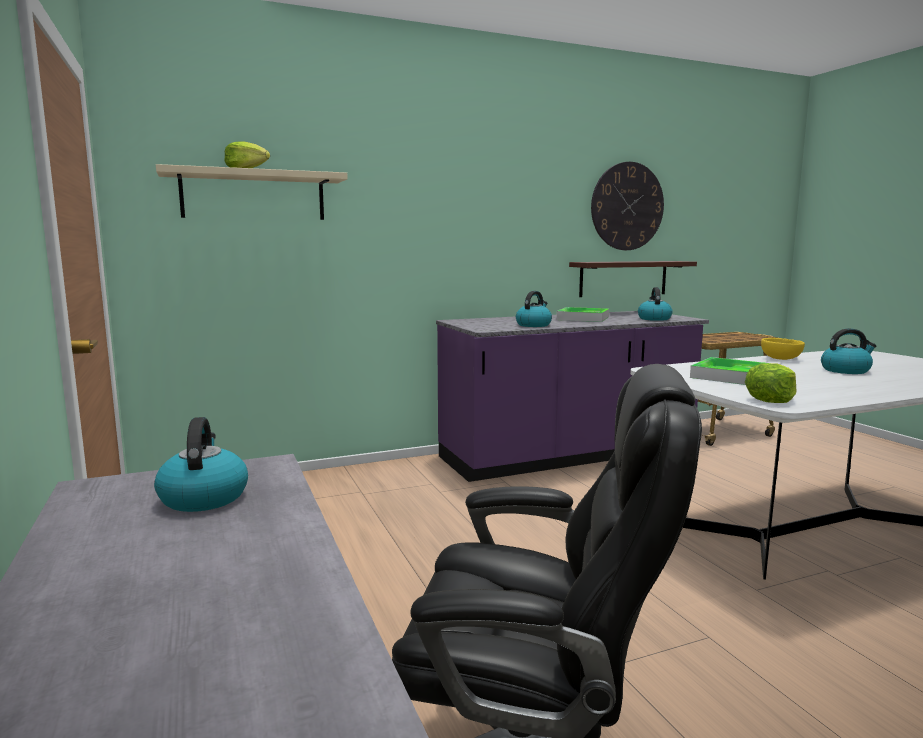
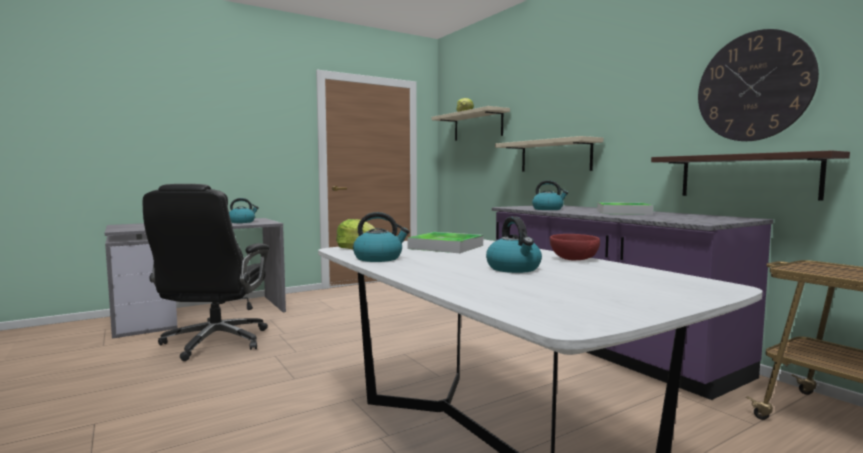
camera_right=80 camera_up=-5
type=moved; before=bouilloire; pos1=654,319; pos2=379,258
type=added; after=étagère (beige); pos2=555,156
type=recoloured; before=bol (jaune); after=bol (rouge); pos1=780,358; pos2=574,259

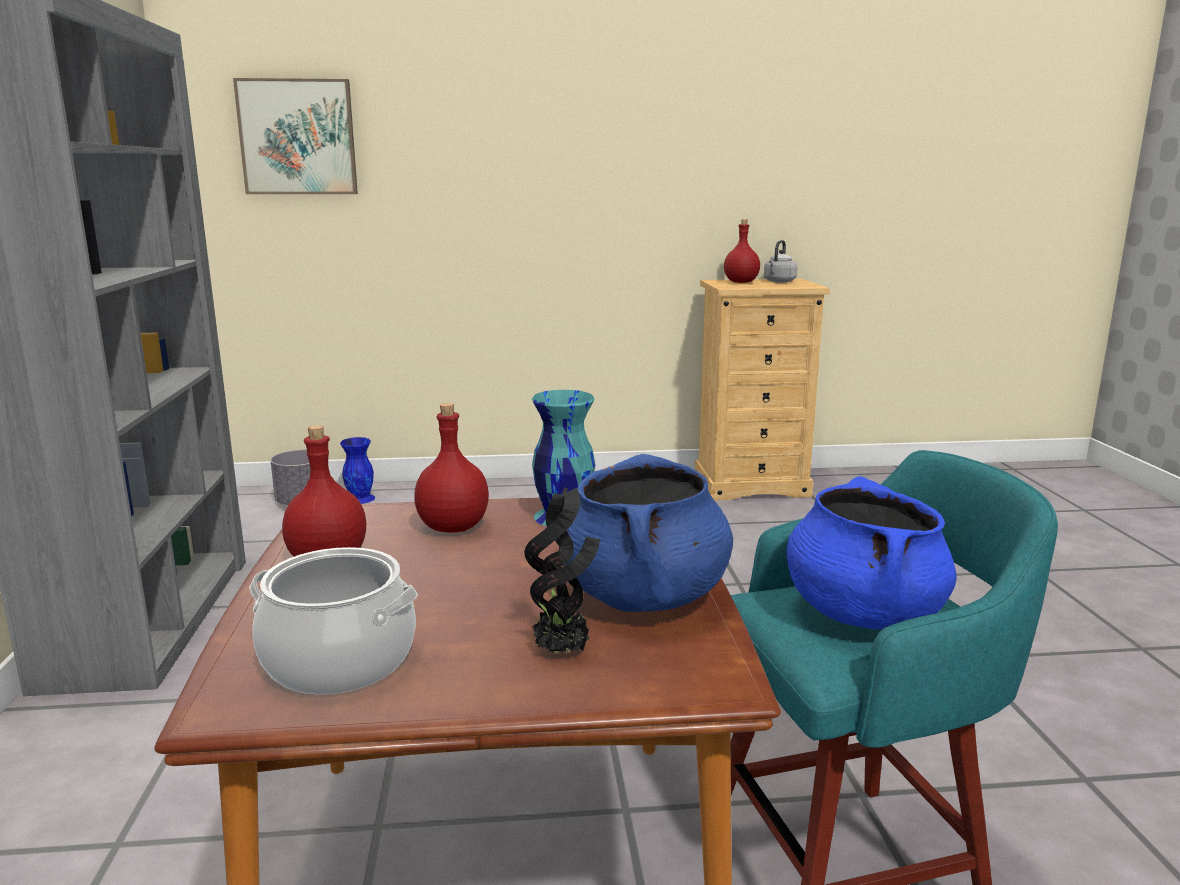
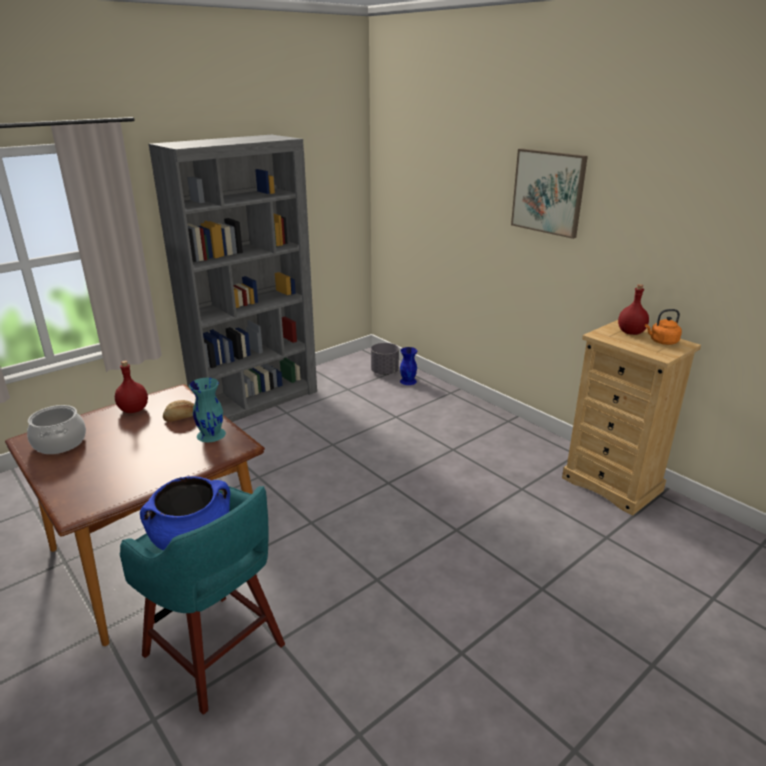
camera_right=55 camera_up=10
type=replaced; before=bouteille (rouge); after=pain; pos1=452,527; pos2=181,418
type=moved; before=tableau; pos1=298,137; pos2=548,192
type=recoloured; before=bouilloire (gris); after=bouilloire (orange); pos1=779,281; pos2=662,342
type=removed; before=plante en pot; pos1=563,652
type=removed; before=marmite (bleu); pos1=645,597

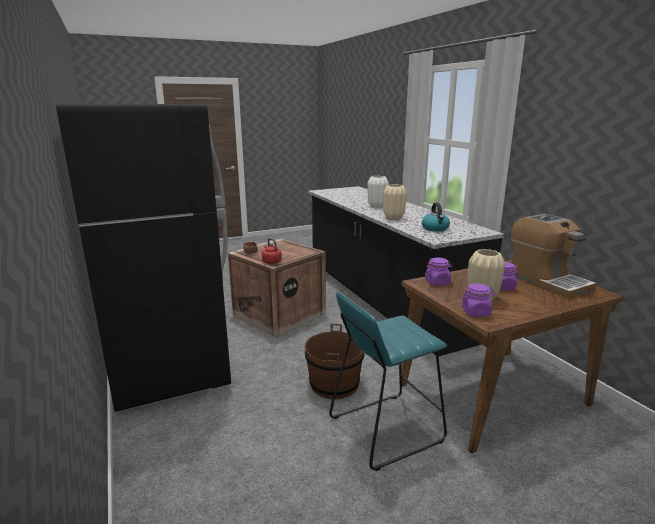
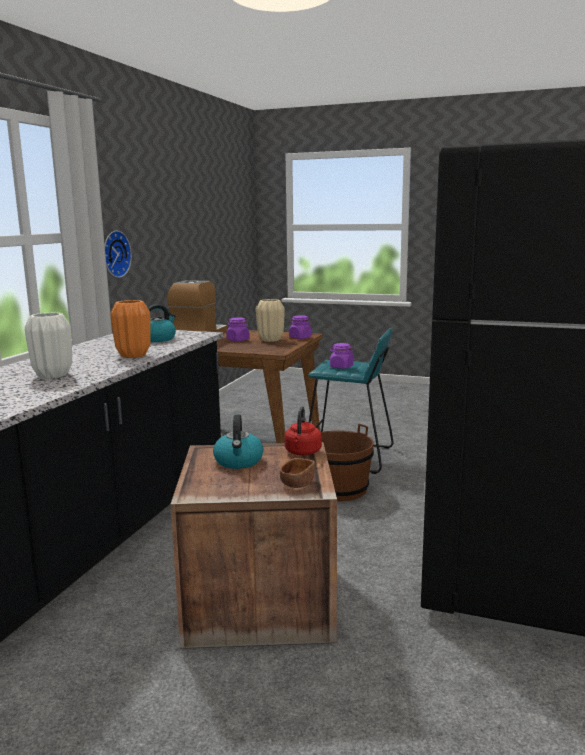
camera_right=-135 camera_up=-5
type=added; after=horloge murale; pos2=114,254
type=recoloured; before=vase (beige); after=vase (orange); pos1=393,218; pos2=134,355
type=added; after=bouilloire; pos2=239,461
type=moved; before=bocal (violet); pos1=437,282; pos2=341,367

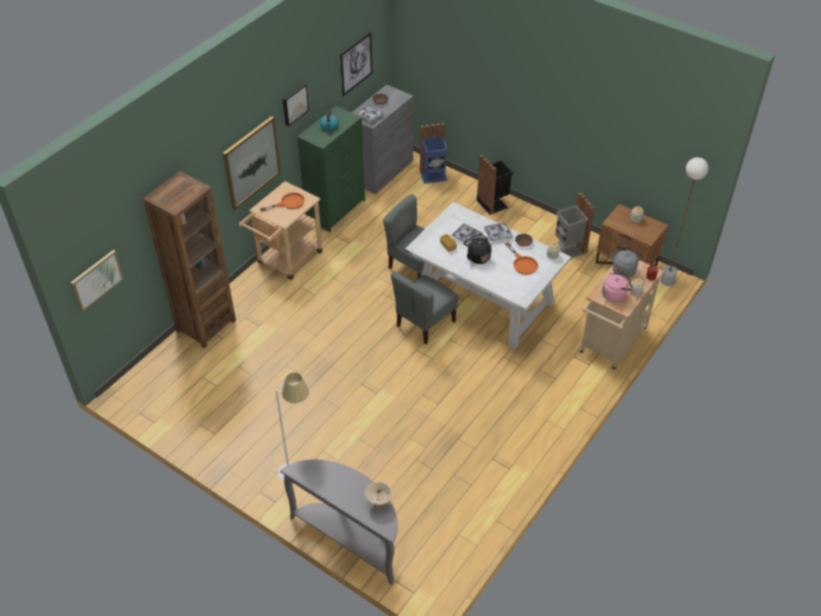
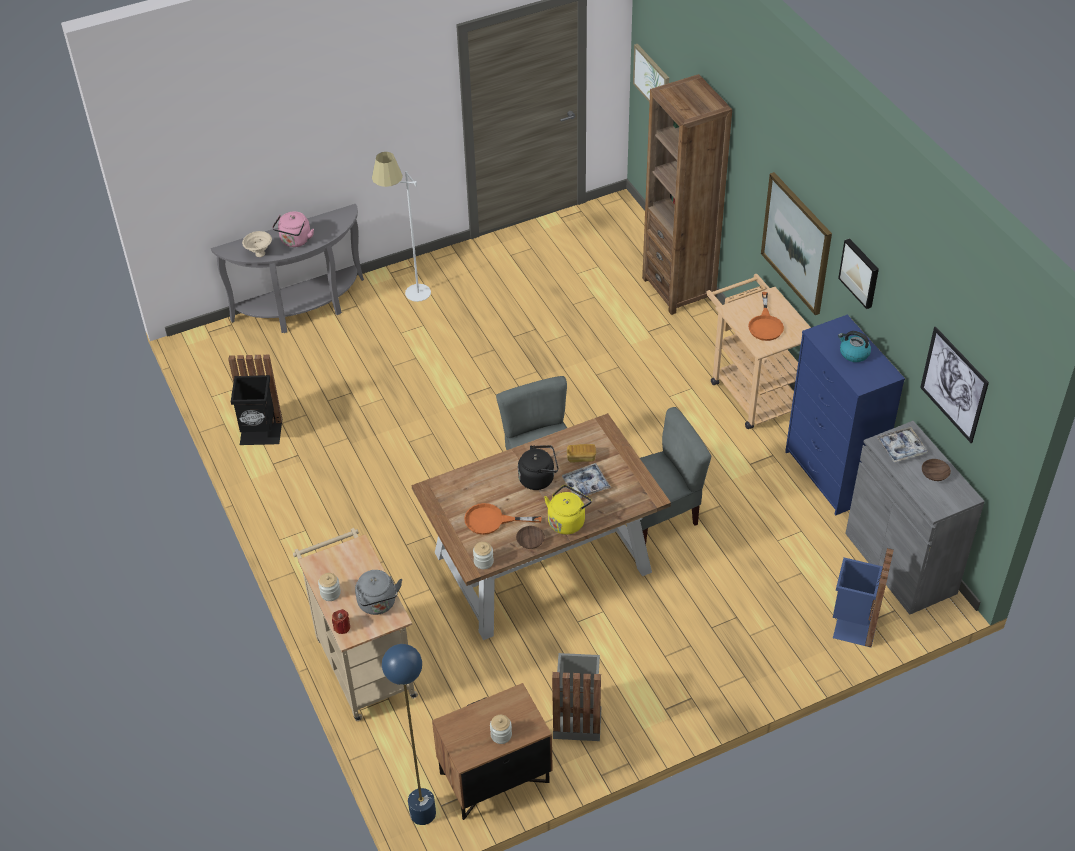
camera_right=120 camera_up=0
type=moved; before=poubelle (noir); pos1=493,203; pos2=261,433
type=moved; before=bouilloire (rose); pos1=615,295; pos2=295,241
type=recoloured; before=lampadaire (blanc); after=lampadaire (bleu); pos1=667,281; pos2=423,813
type=recoloured; before=table à manger (blanc); after=table à manger (marron); pos1=485,300; pos2=541,563
type=replaced; before=plateau; after=bouilloire (jaune); pos1=498,234; pos2=567,521
type=recoloured; before=commode (vert); after=commode (bleu); pos1=336,210; pos2=831,475

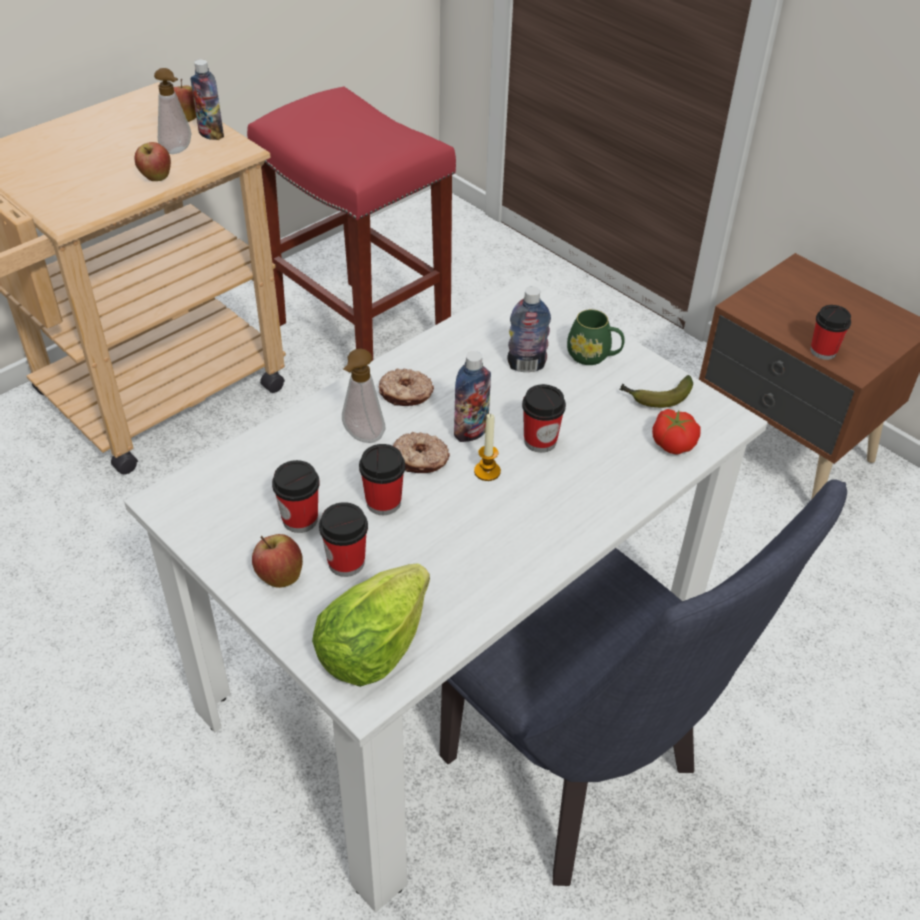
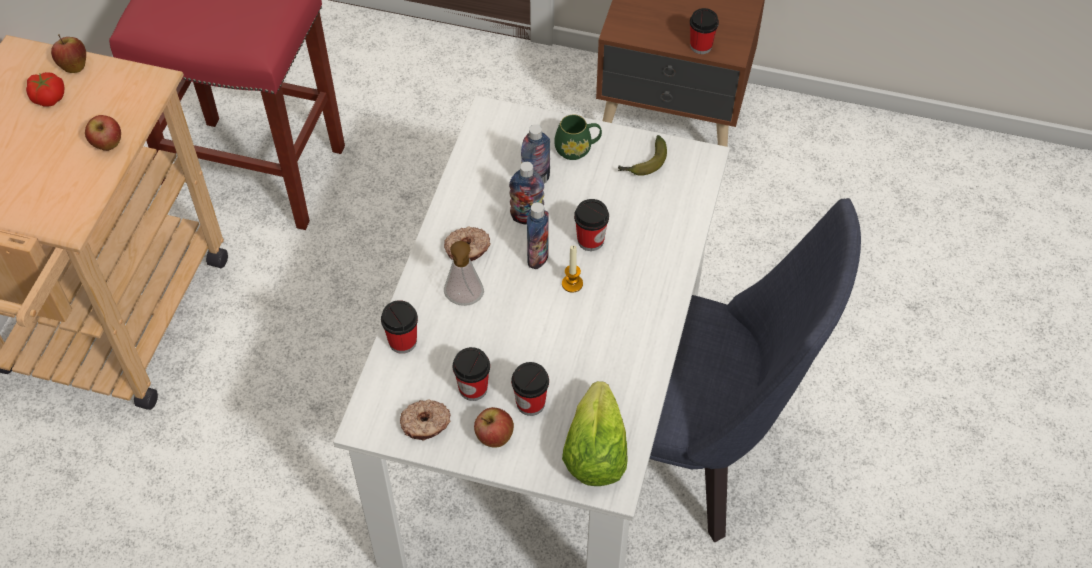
camera_right=-30 camera_up=10
type=moved; before=tomate; pos1=673,443; pos2=49,97
type=moved; before=tasse; pos1=383,502; pos2=402,342
type=moved; before=beignet; pos1=420,460; pos2=425,424
type=moved; before=bouteille; pos1=211,134; pos2=527,217
type=removed; before=distributeur de savon; pos1=179,151

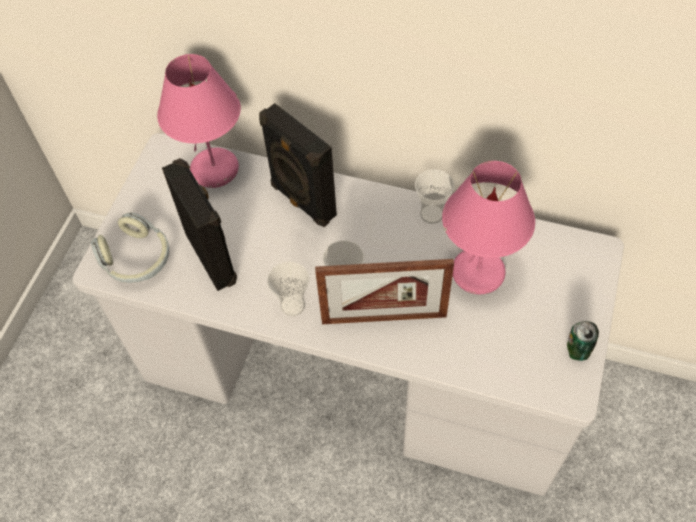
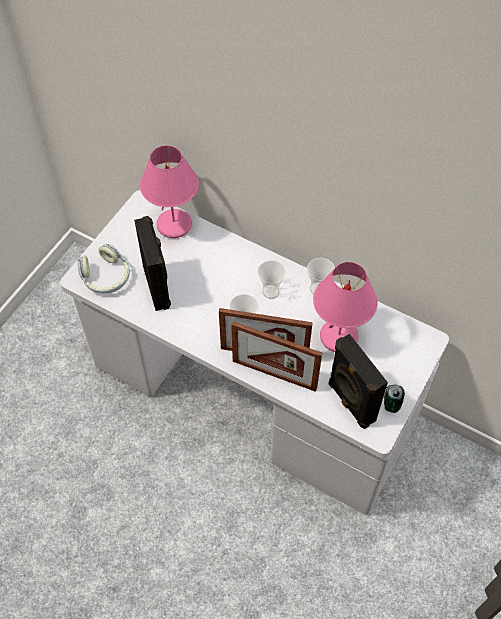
camera_right=10 camera_up=0
type=added; after=cadre photo; pos2=274,374
type=moved; before=tasse; pos1=292,305; pos2=270,291
type=moved; before=enceinte (noir); pos1=301,201; pos2=350,402

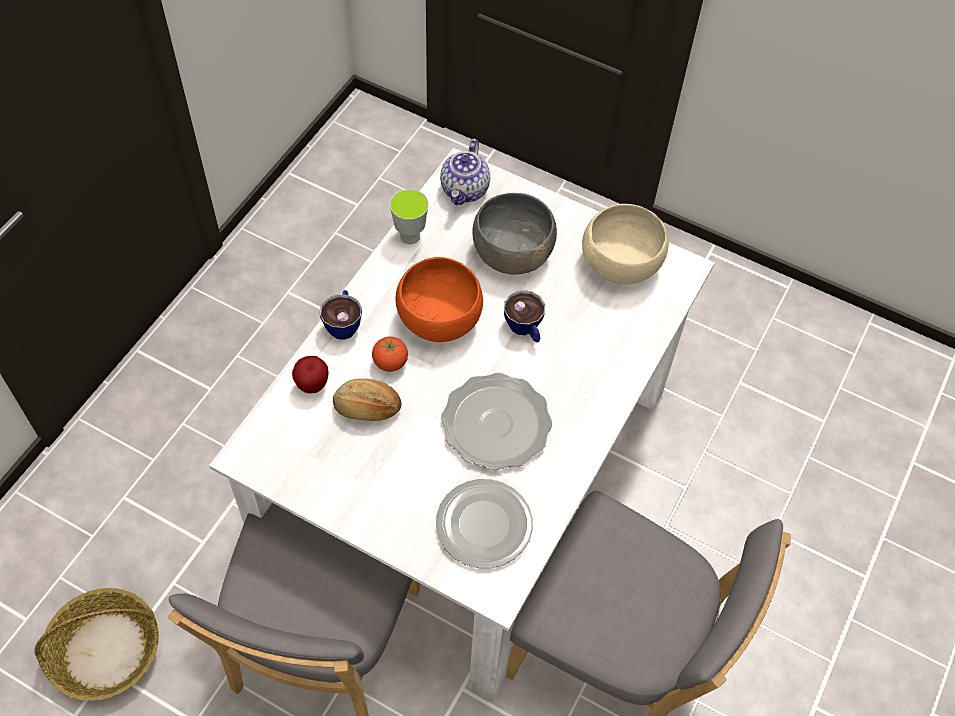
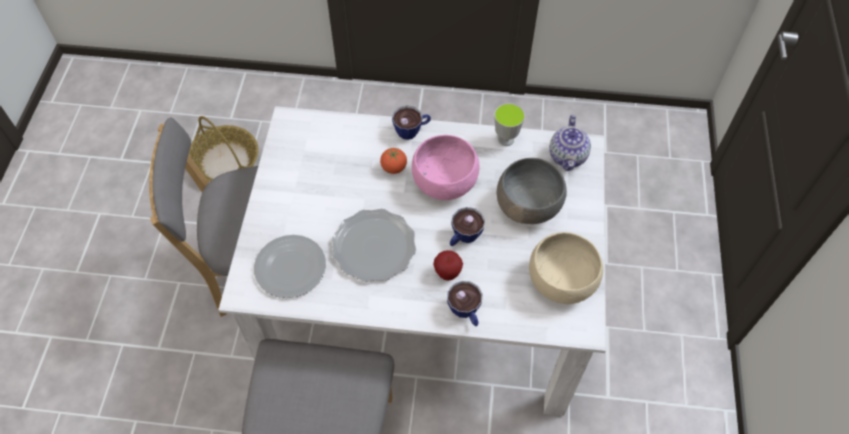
camera_right=70 camera_up=0
type=recoloured; before=bol (orange); after=bol (rose); pos1=439,318; pos2=445,182
type=moved; before=pomme; pos1=312,385; pos2=447,273
type=added; after=tasse; pos2=466,313
type=turned; before=théière; pos1=465,190; pos2=568,157; turn=-75
type=removed; before=pain; pos1=367,409

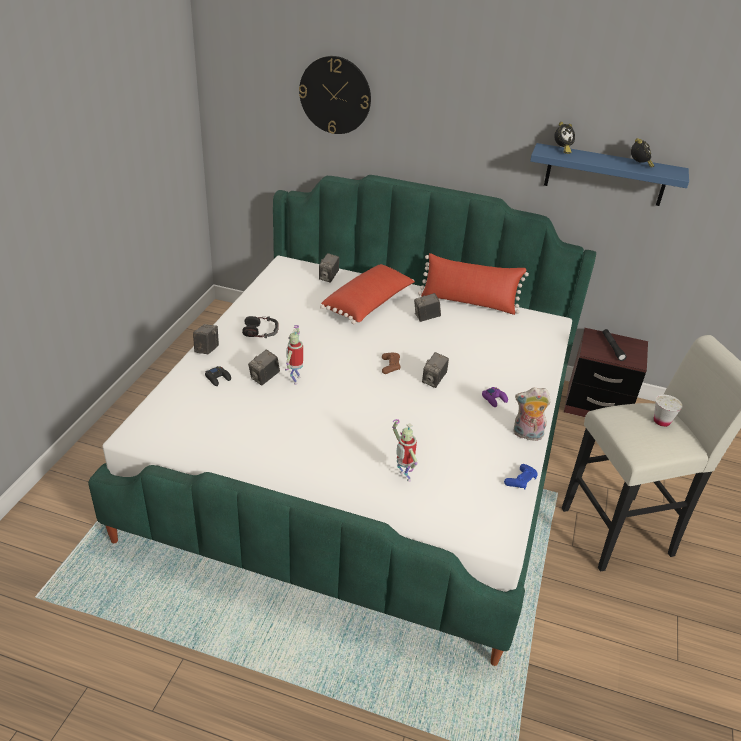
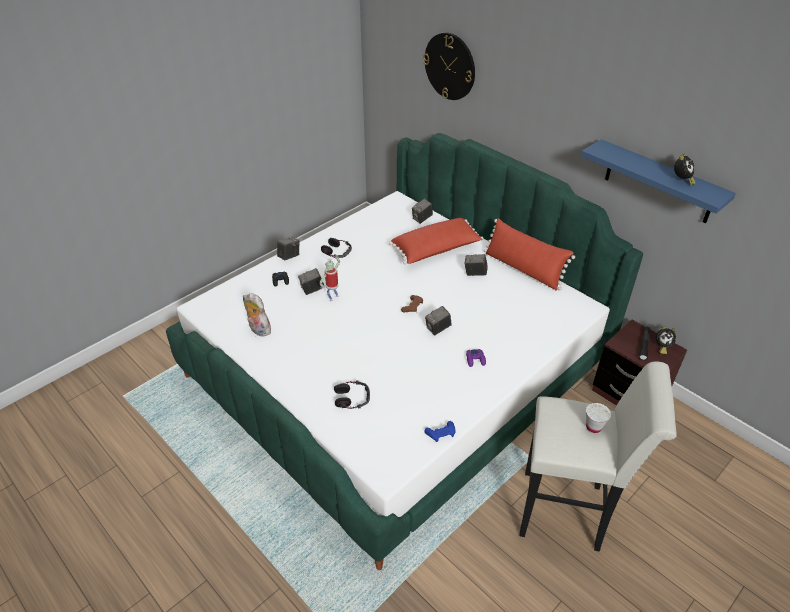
camera_right=30 camera_up=5
type=moved; before=peluche; pos1=526,435; pos2=258,330
type=replaced; before=robot jouet; after=casque audio; pos1=402,477; pos2=352,398
type=moved; before=réveil; pos1=561,150; pos2=661,347

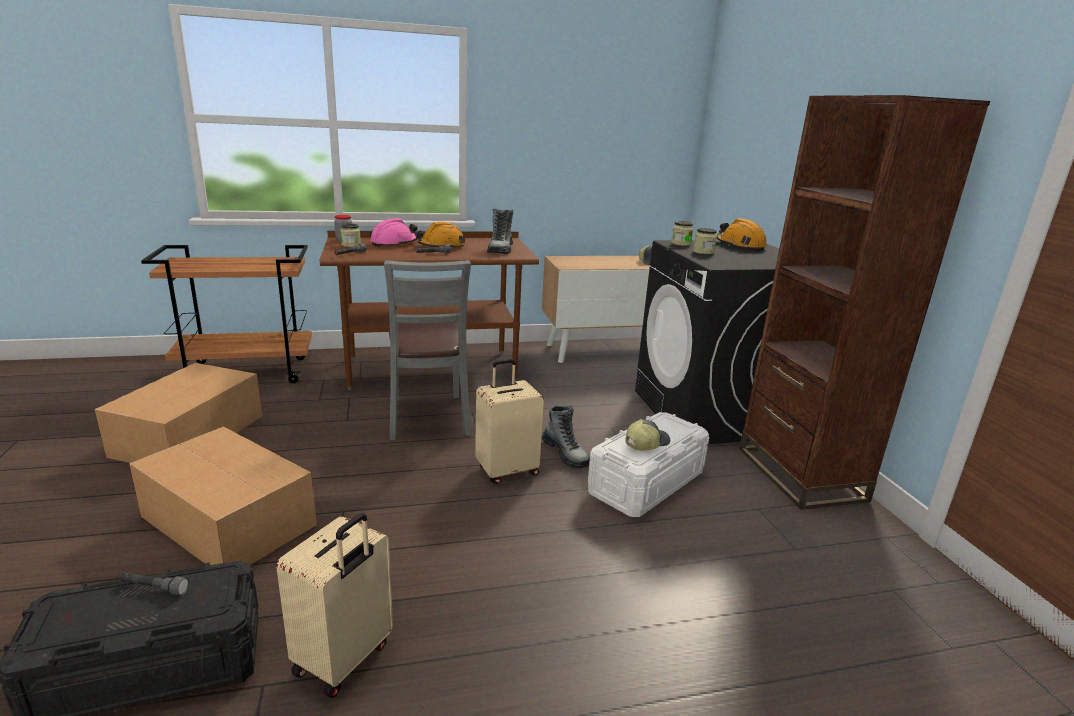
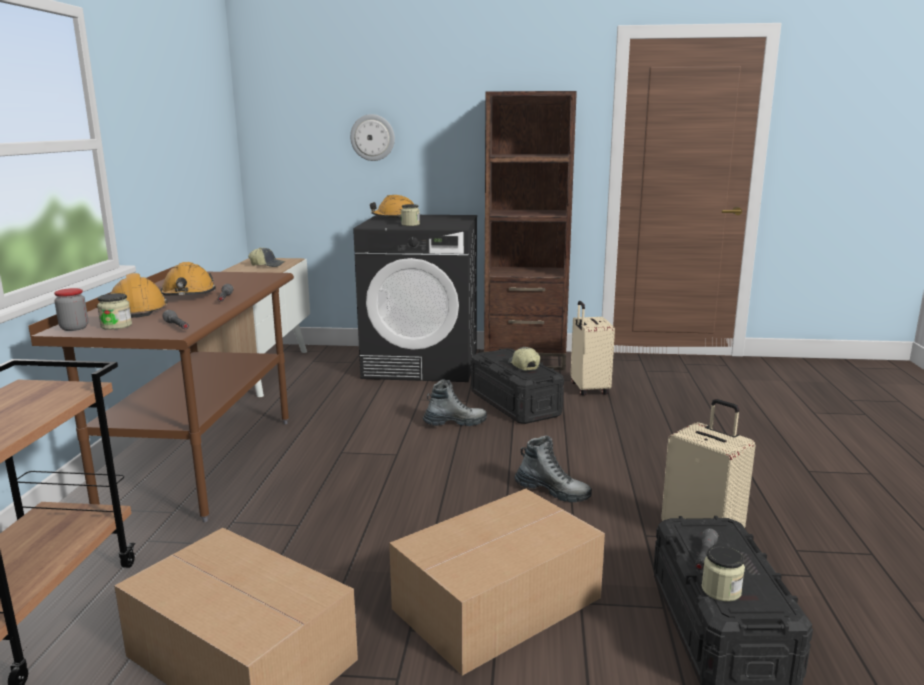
camera_right=-70 camera_up=-5
type=recoloured; before=casque de chantier (rose); after=casque de chantier (orange); pos1=394,243; pos2=137,309
type=added; after=horloge murale; pos2=372,137
type=recoloured; before=boîte de rangement (blanc); after=boîte de rangement (noir); pos1=646,483; pos2=514,404
type=moved; before=botte; pos1=500,250; pos2=552,491
type=moved; before=valise (beige); pos1=507,470; pos2=588,389
type=moved; before=bocal; pos1=681,243; pos2=721,590
type=removed; before=chaise (gris); pos1=428,417

